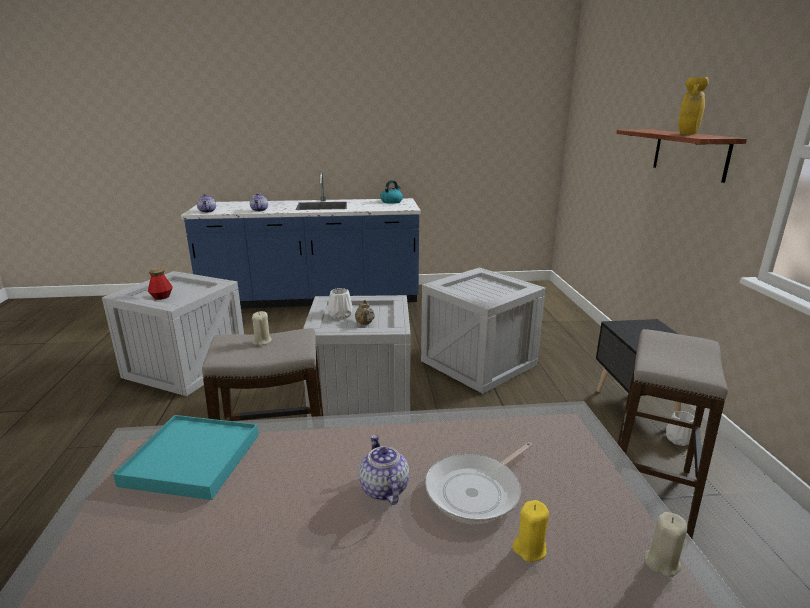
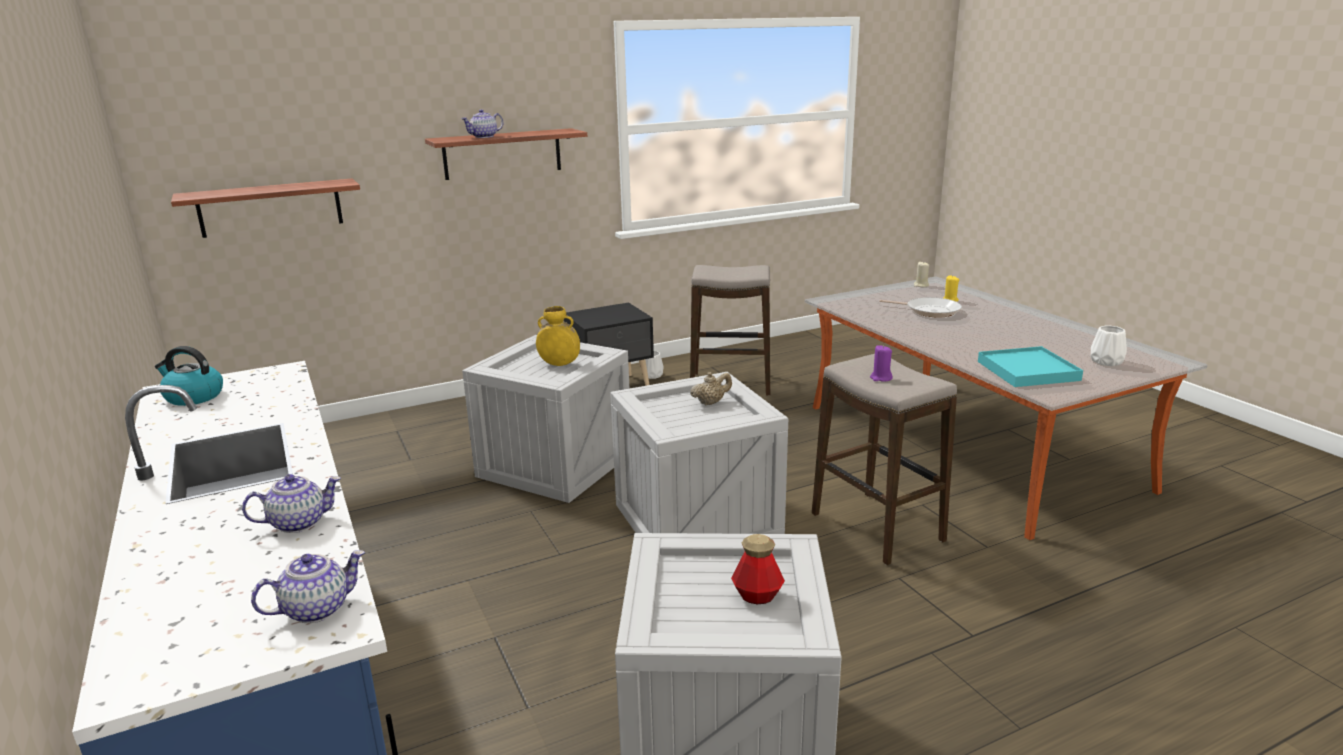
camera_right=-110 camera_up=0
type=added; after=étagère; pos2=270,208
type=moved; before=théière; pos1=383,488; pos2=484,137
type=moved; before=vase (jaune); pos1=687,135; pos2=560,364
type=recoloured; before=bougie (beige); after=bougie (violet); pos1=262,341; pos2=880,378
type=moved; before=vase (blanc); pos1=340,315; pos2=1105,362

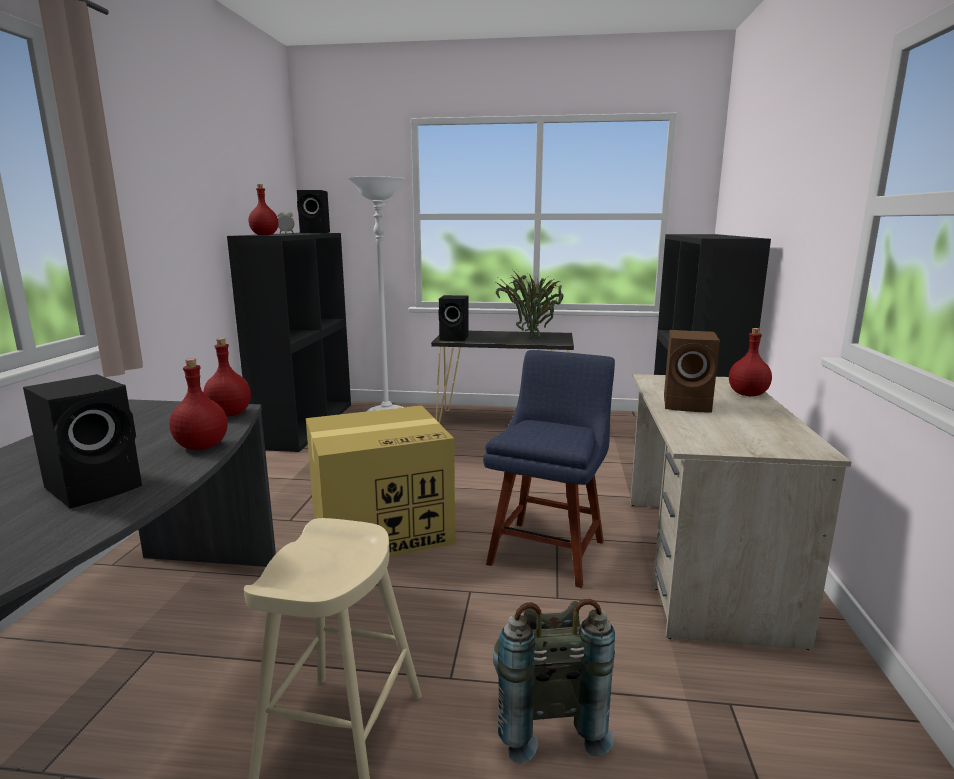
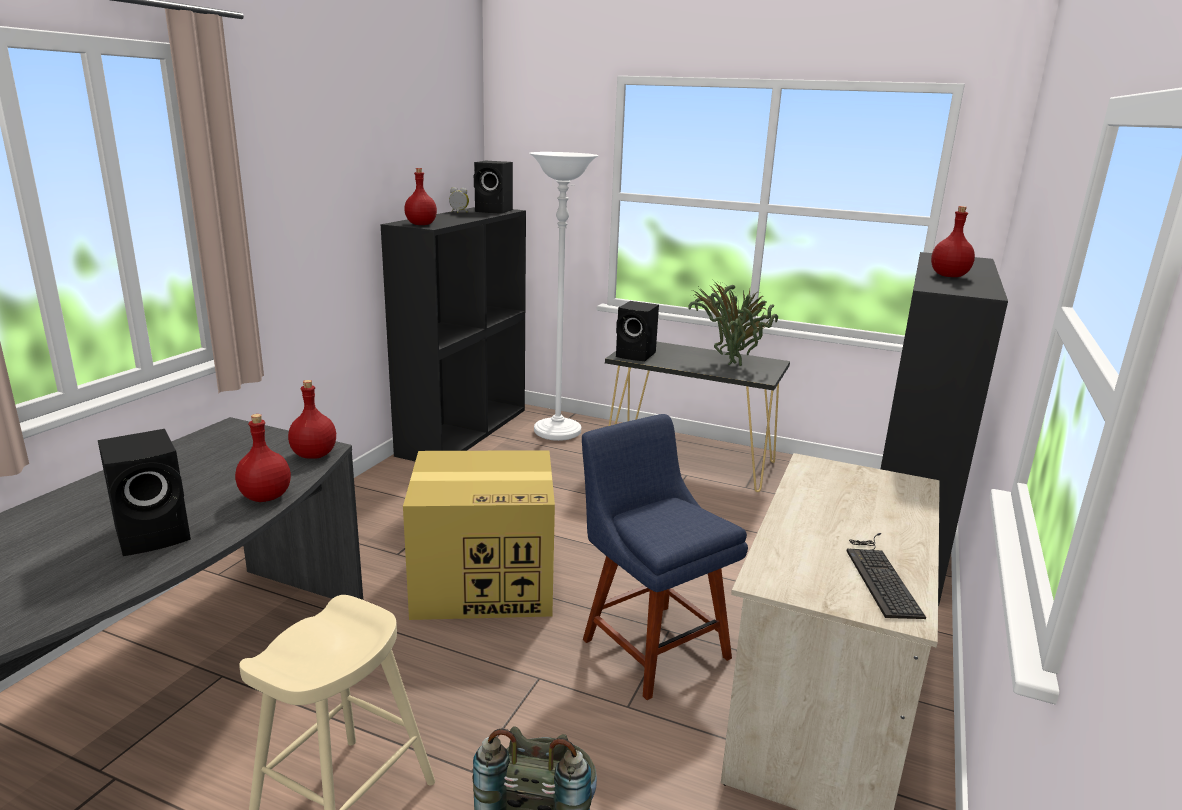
camera_right=15 camera_up=5
type=turned; before=chaise (bleu); pos1=549,549; pos2=651,644; turn=-75
type=added; after=clavier; pos2=880,574
type=moved; before=bouteille (rouge); pos1=747,394; pos2=948,276
type=removed; before=enceinte (marron); pos1=689,404

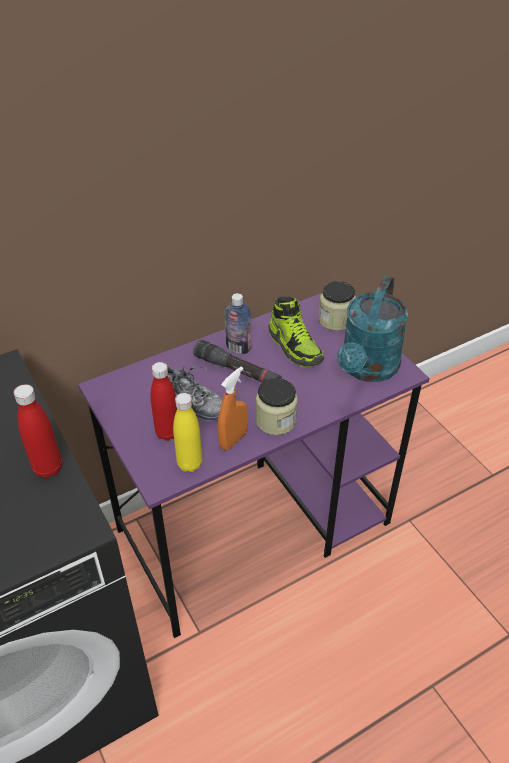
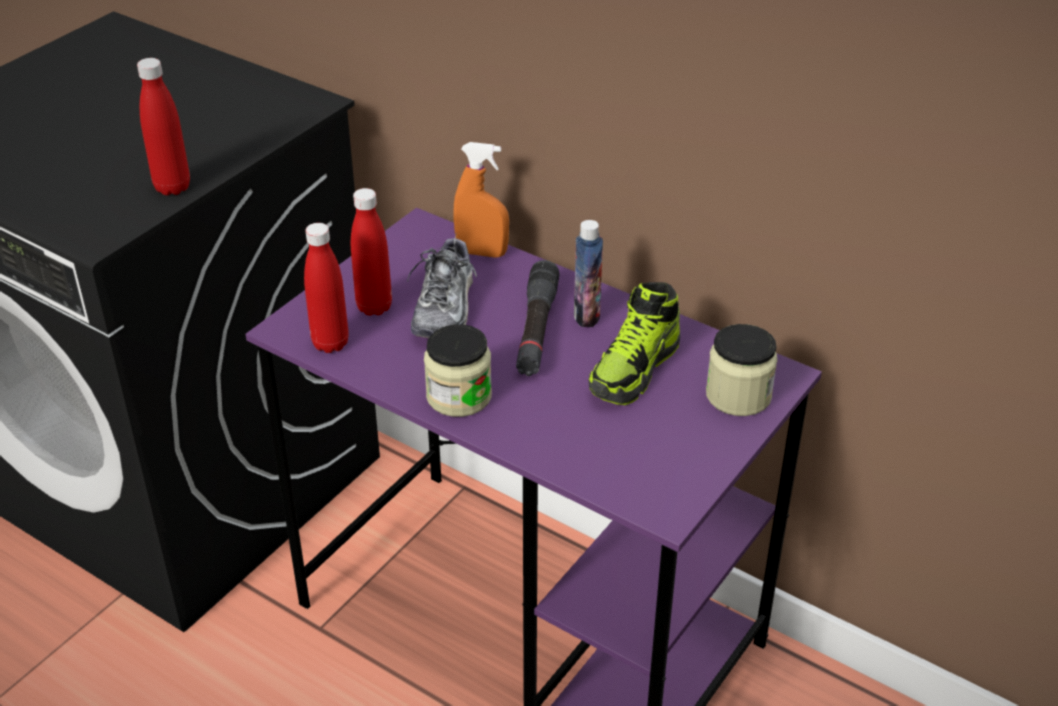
camera_right=65 camera_up=-5
type=recoloured; before=bouteille (jaune); after=bouteille (rouge); pos1=189,464; pos2=330,343
type=moved; before=vaporisateur (orange); pos1=233,440; pos2=482,253
type=removed; before=arrosoir (turquoise); pos1=367,369

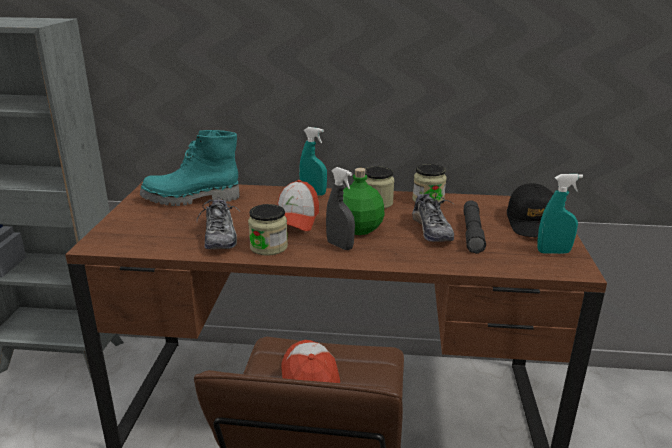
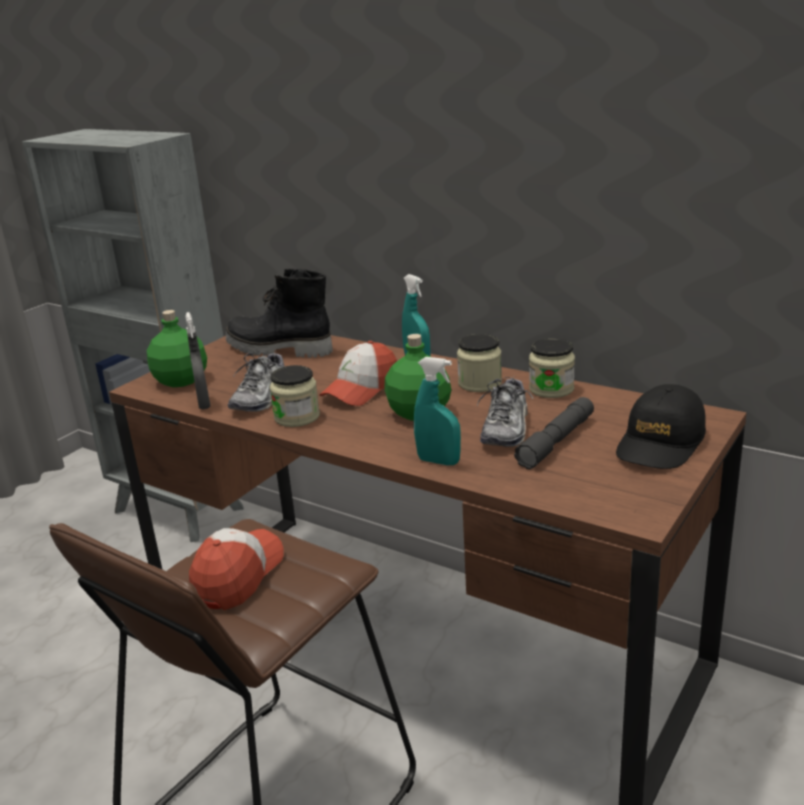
camera_right=30 camera_up=0
type=added; after=bouteille (vert); pos2=181,380
type=moved; before=vaporisateur (gris); pos1=340,245; pos2=204,403
type=recoloured; before=botte (turquoise); after=botte (noir); pos1=191,199; pos2=278,350
type=moved; before=vaporisateur (turquoise); pos1=553,252; pos2=438,461

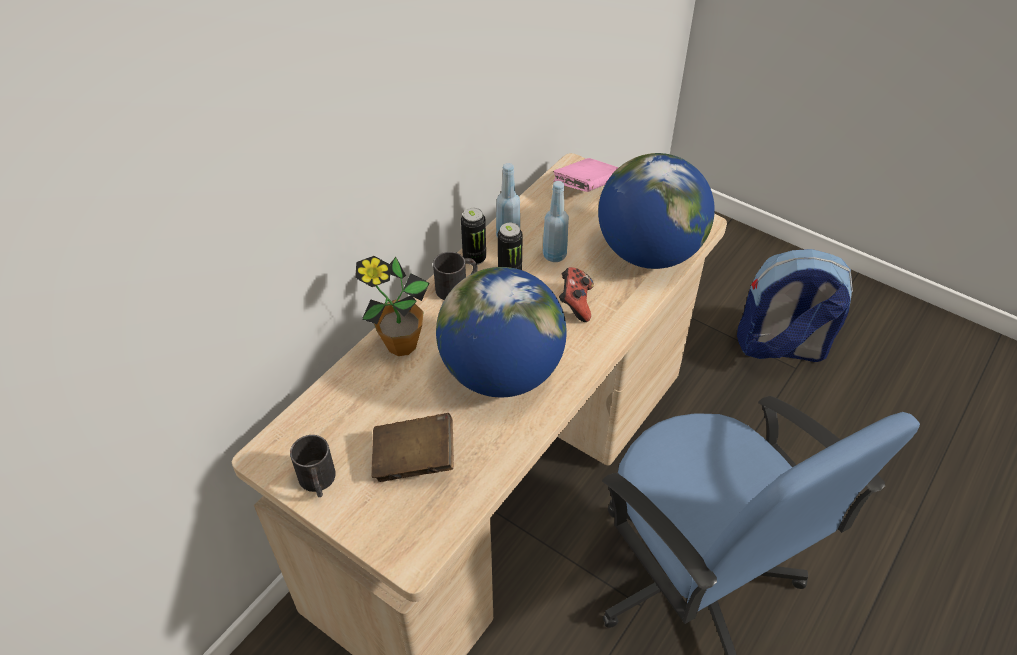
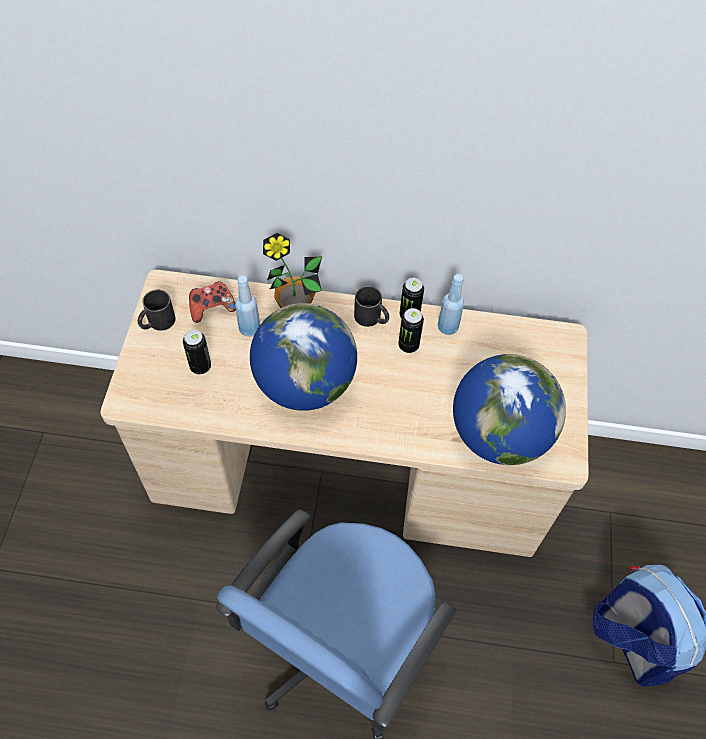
camera_right=60 camera_up=10
type=replaced; before=livre (marron); after=boîte métallique; pos1=414,460; pos2=200,366
type=moved; before=manette; pos1=575,303; pos2=212,308
type=moved; before=bouteille (bleu); pos1=554,255; pos2=249,328
type=removed; before=livre (rose); pos1=586,188

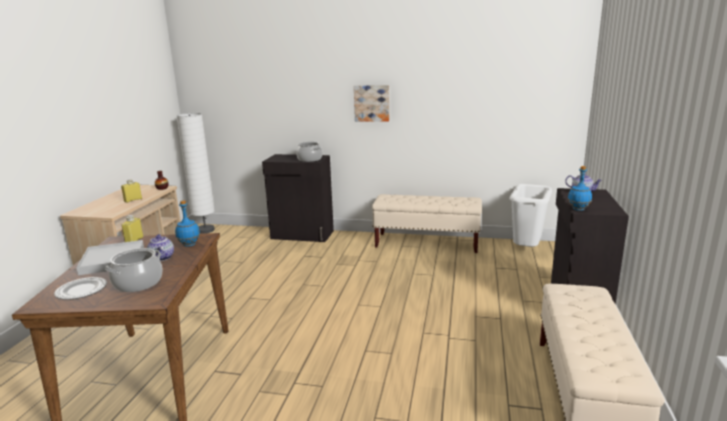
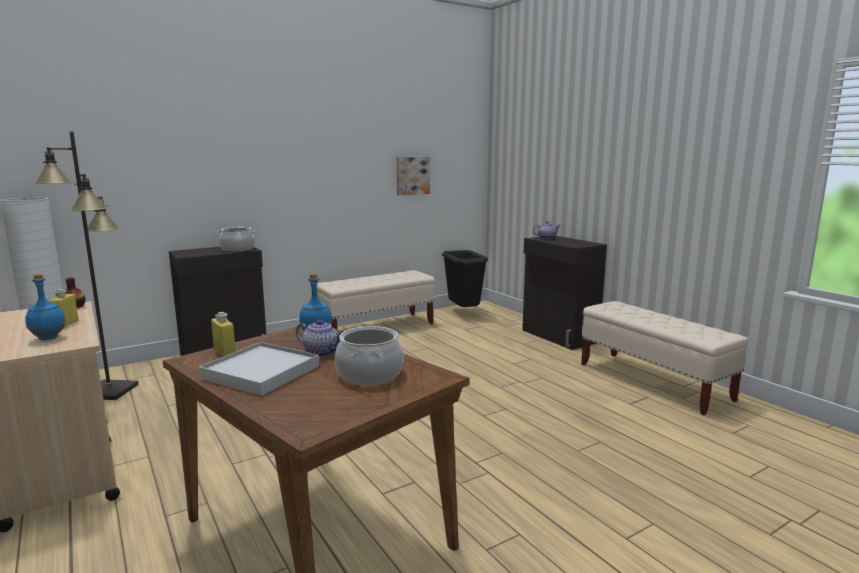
camera_right=-45 camera_up=-5
type=moved; before=bouteille (bleu); pos1=578,209; pos2=48,338
type=added; after=lampadaire (noir); pos2=109,391
type=moved; before=tableau; pos1=372,103; pos2=412,175
type=recoloured; before=poubelle (blanc); after=poubelle (noir); pos1=526,250; pos2=463,313
type=removed; before=assiette; pos1=81,290

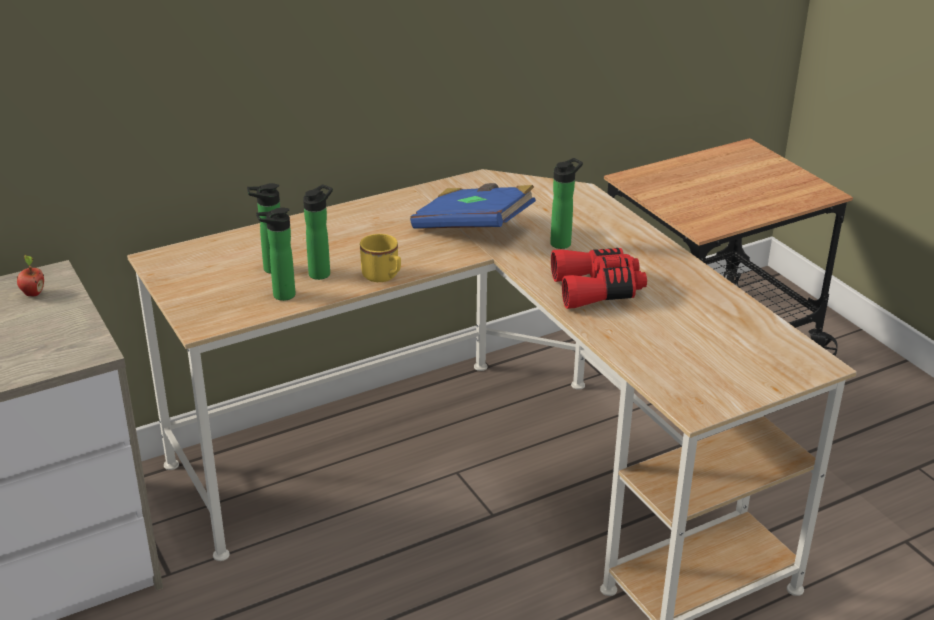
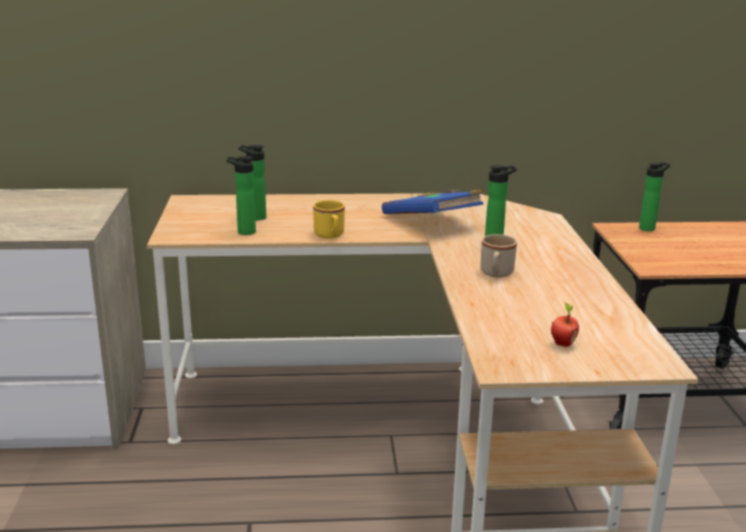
camera_right=25 camera_up=-10
type=replaced; before=jumelles (rouge); after=mug (beige); pos1=598,289; pos2=496,274
type=moved; before=pomme; pos1=33,293; pos2=562,343
type=moved; before=bouteille; pos1=322,273; pos2=648,228

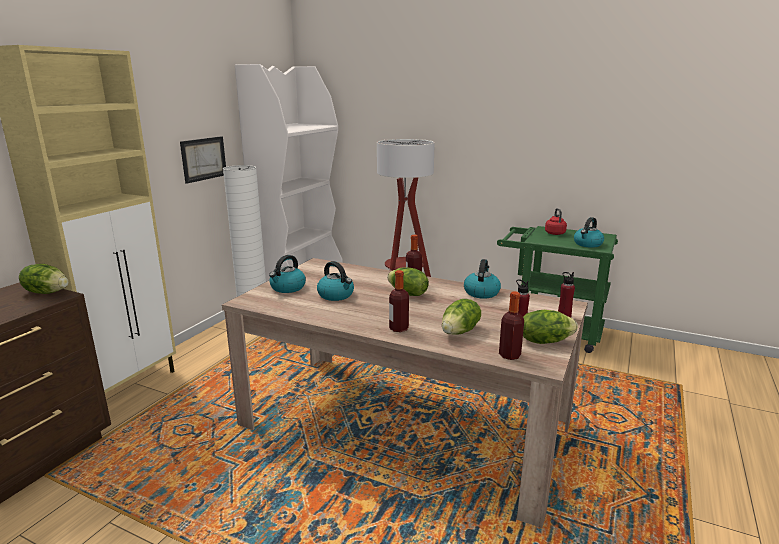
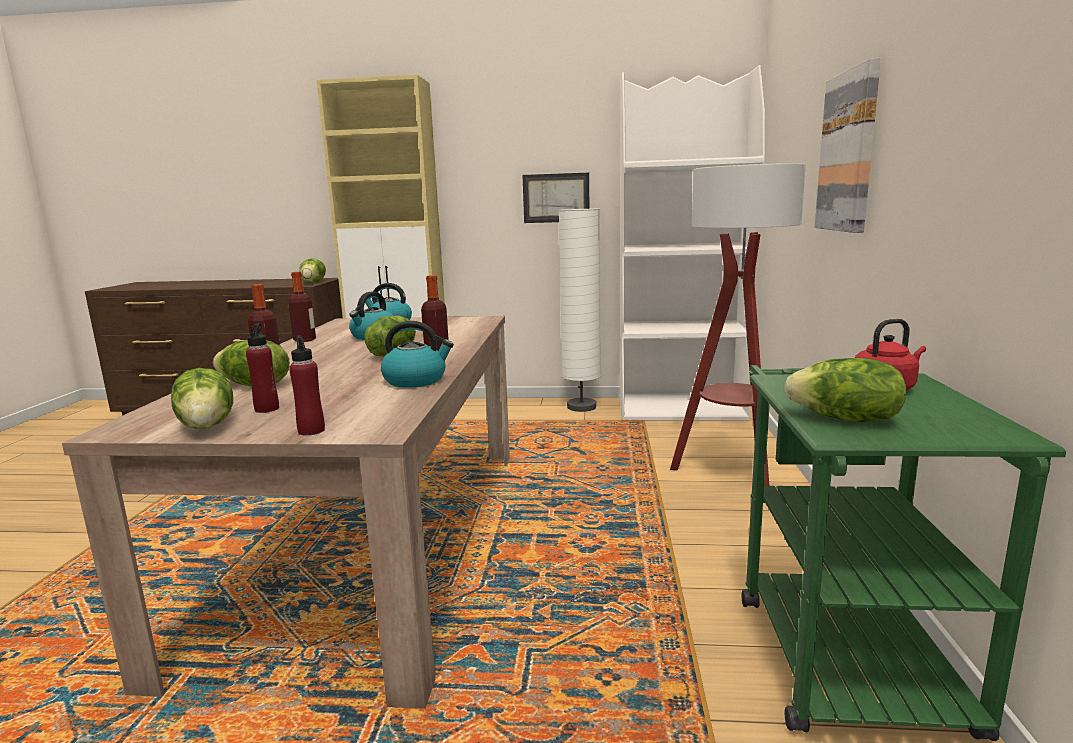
camera_right=70 camera_up=-5
type=moved; before=bouteille; pos1=509,355; pos2=304,340
type=replaced; before=bouilloire; after=laitue; pos1=587,244; pos2=845,419
type=added; after=tableau; pos2=848,152

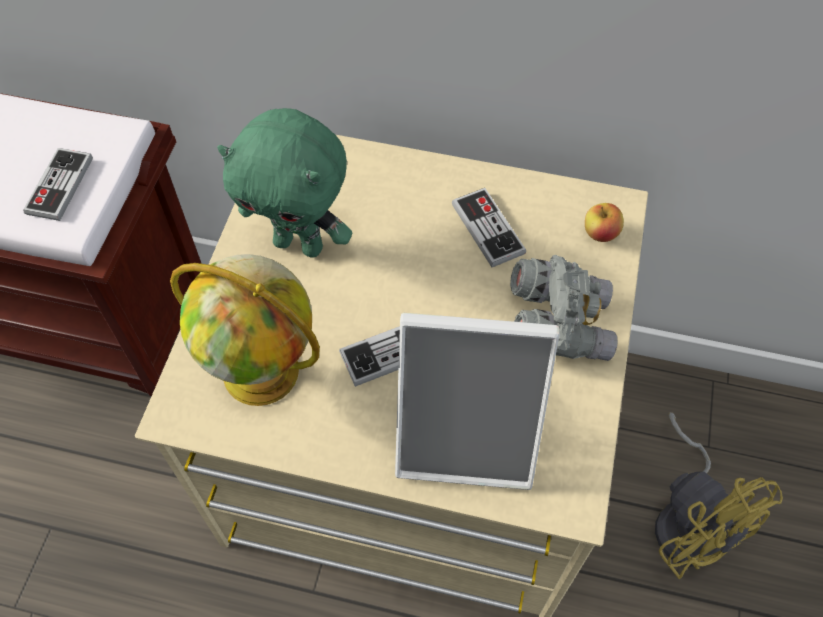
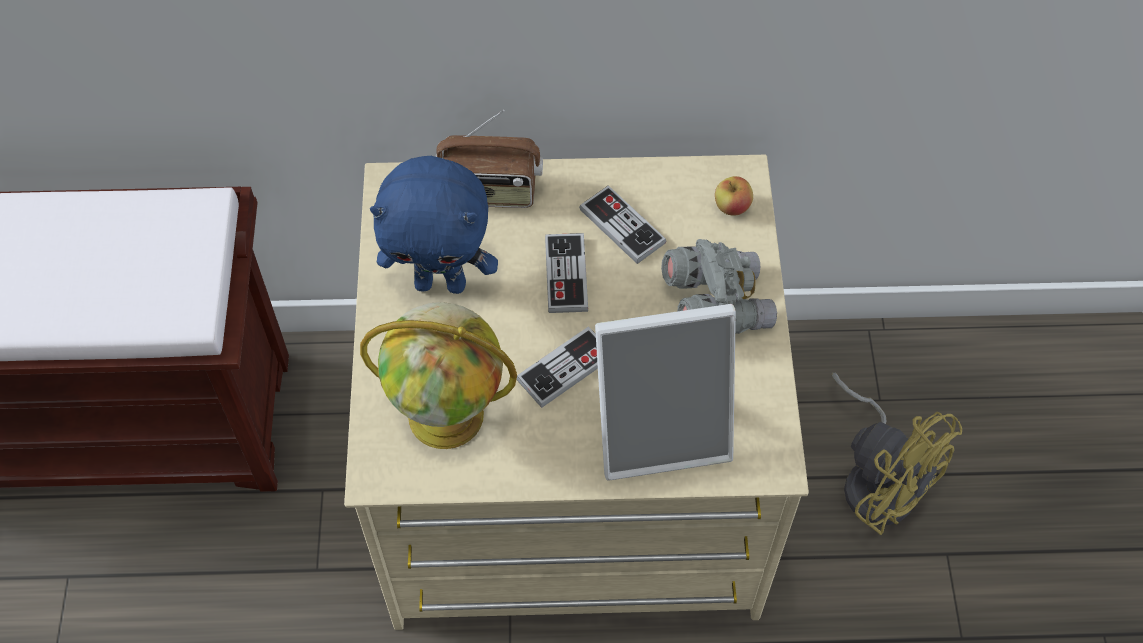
camera_right=-15 camera_up=0
type=recoloured; before=peluche (vert); after=peluche (bleu); pos1=300,244; pos2=441,282
type=added; after=radio; pos2=490,192
type=moved; before=manette; pos1=60,186; pos2=566,275

